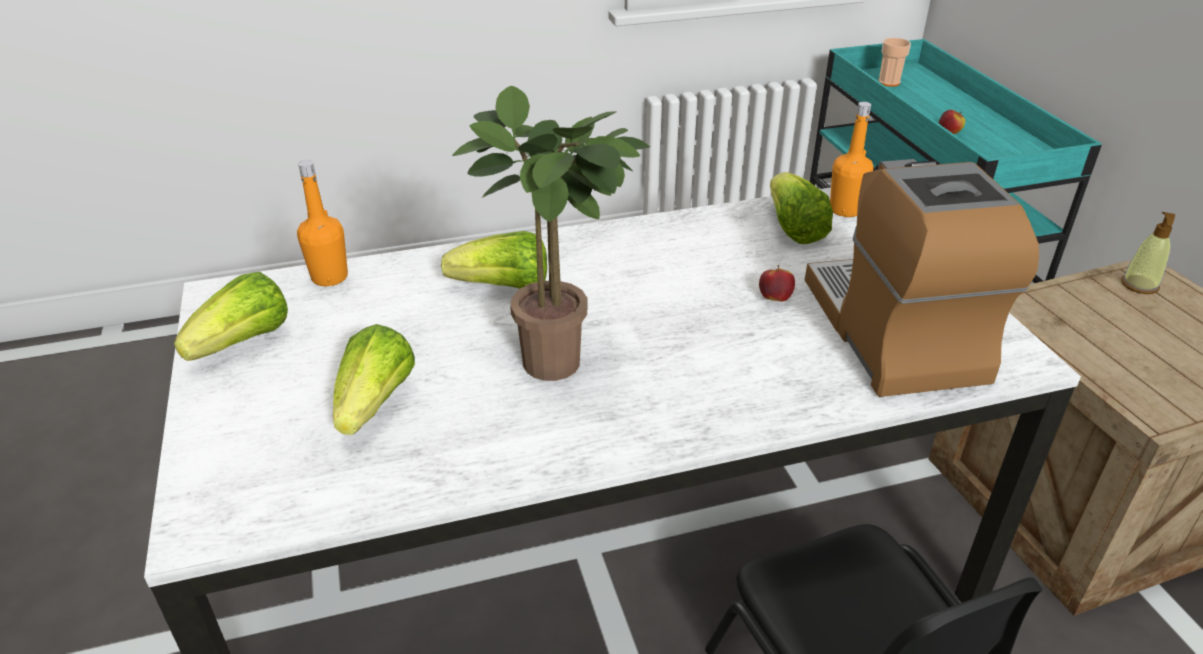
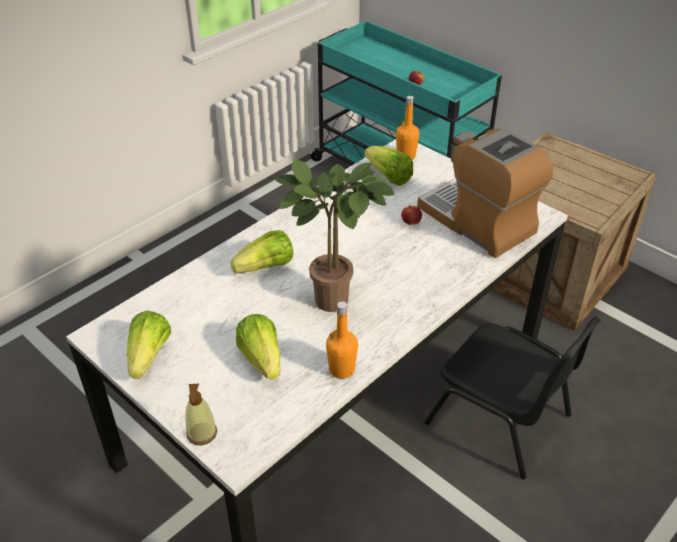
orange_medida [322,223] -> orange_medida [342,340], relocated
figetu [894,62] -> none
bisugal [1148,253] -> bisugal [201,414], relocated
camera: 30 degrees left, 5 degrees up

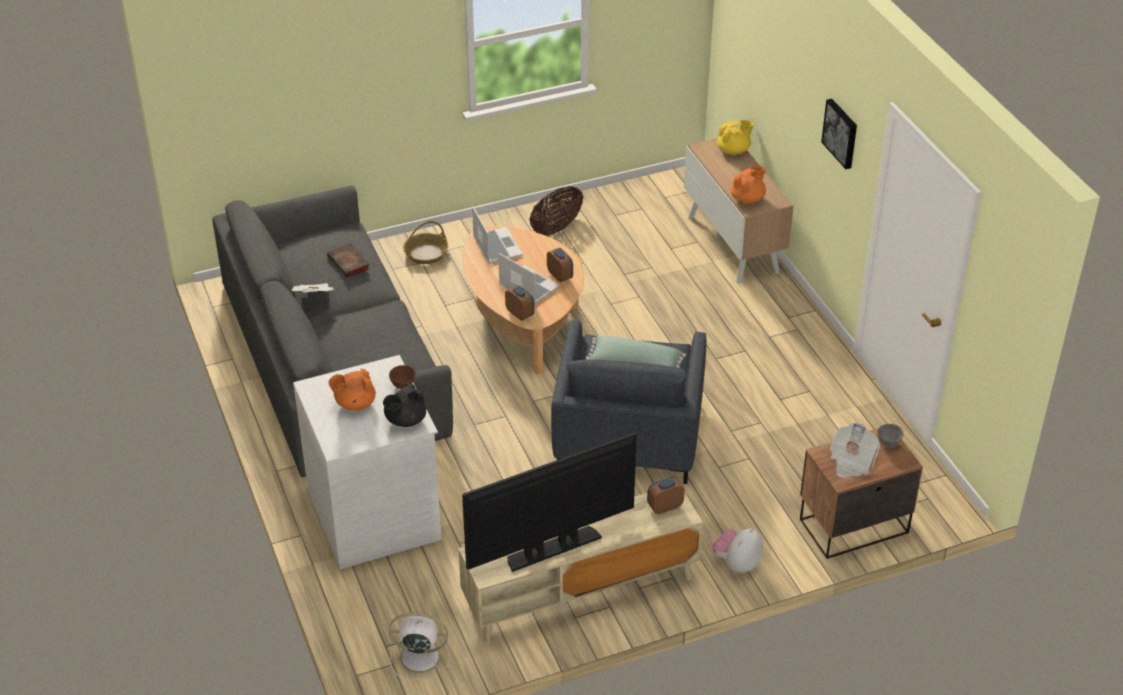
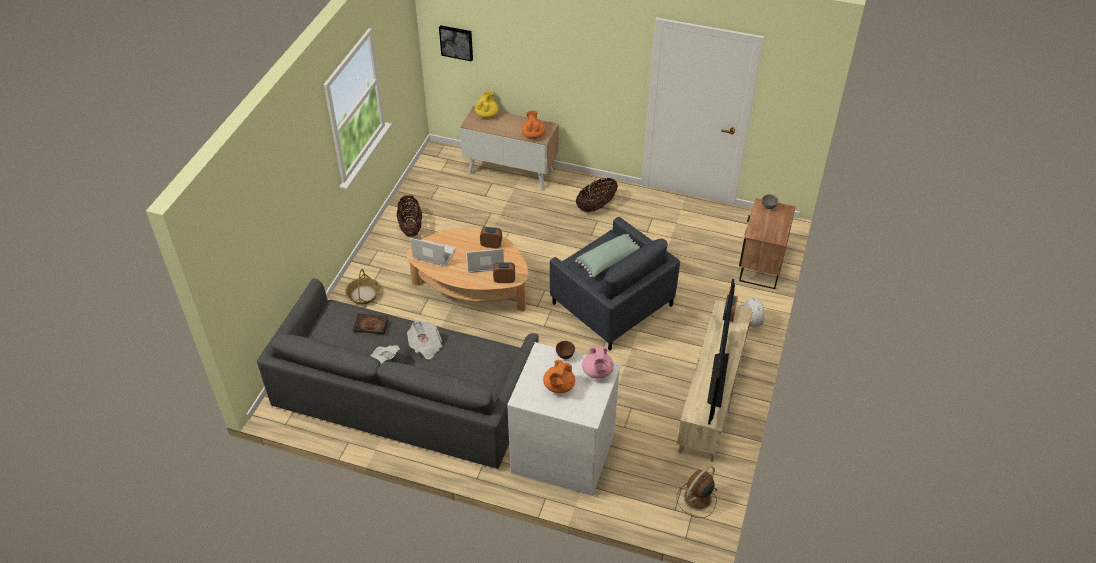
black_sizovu [404,405] -> pink_sizovu [598,362]
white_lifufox [419,646] -> brown_lifufox [697,492]
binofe [839,134] -> binofe [456,43], relocated
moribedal [854,450] -> moribedal [425,340], relocated
none -> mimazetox [597,195]
camera: 50 degrees left, 5 degrees up

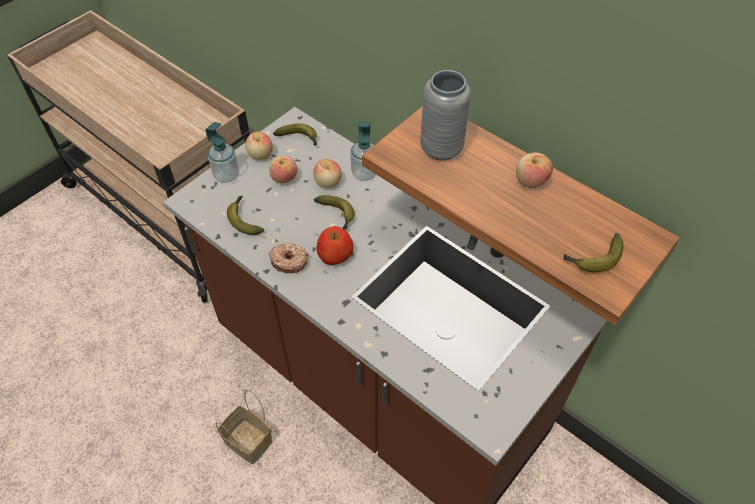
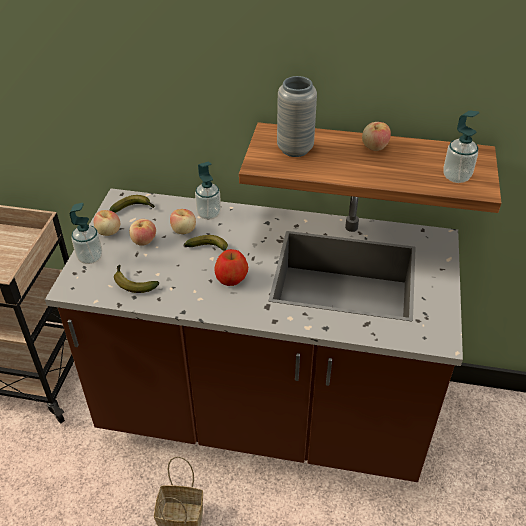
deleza [288,258] -> none
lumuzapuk [593,252] -> bisugal [461,147]
camera: 30 degrees left, 10 degrees down

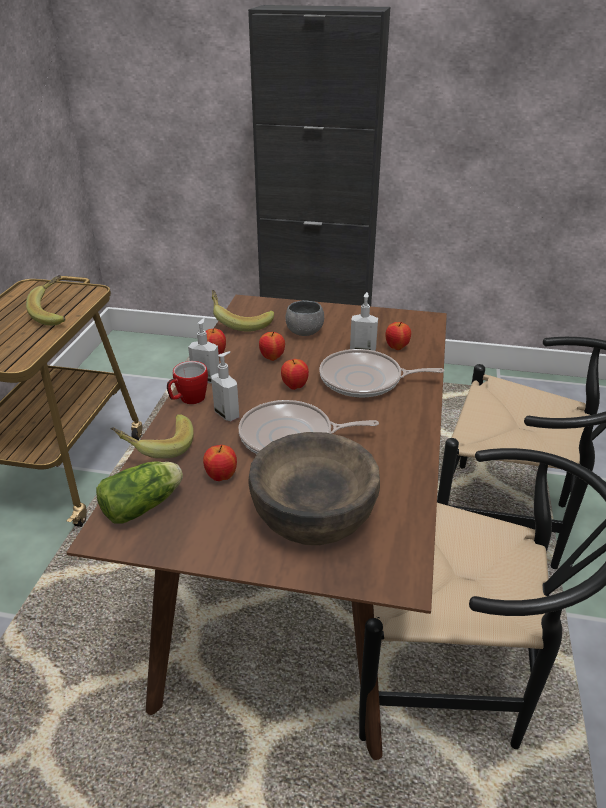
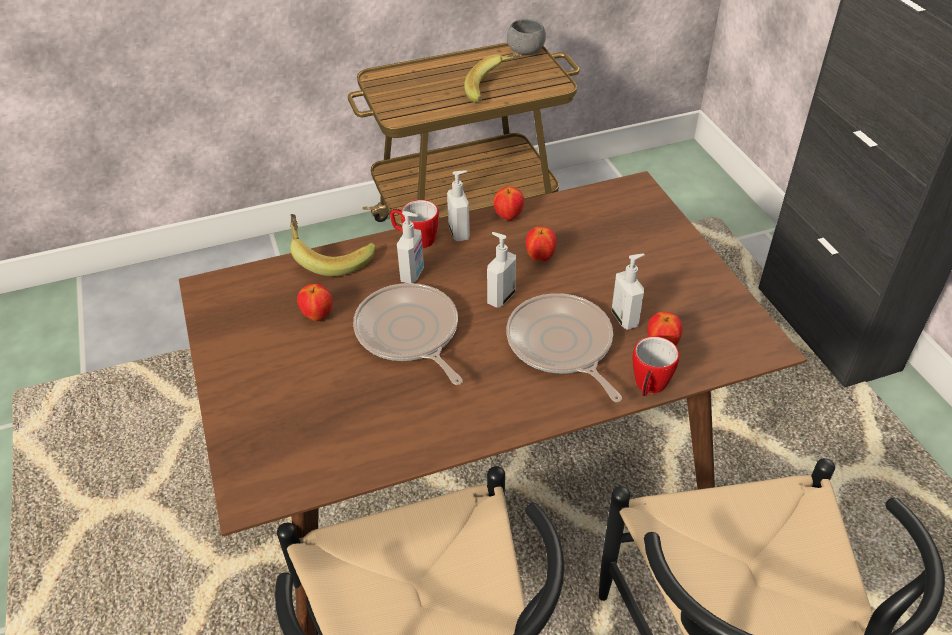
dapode [139,492] -> none
lumuzapuk [243,311] -> none
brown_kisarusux [314,488] -> none
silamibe [295,374] -> bisugal [501,270]
grey_kisarusux [304,318] -> grey_kisarusux [526,37], relocated
none -> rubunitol [656,366]
camera: 60 degrees right, 10 degrees up

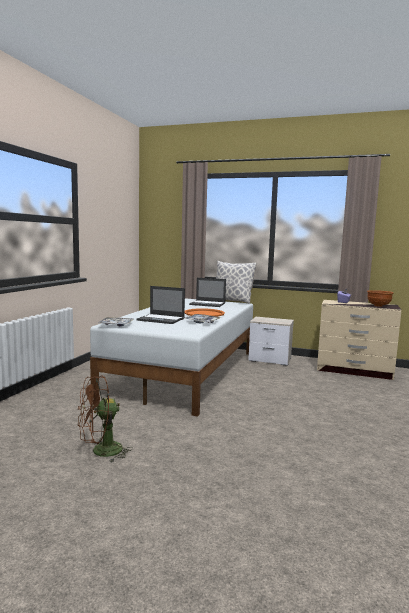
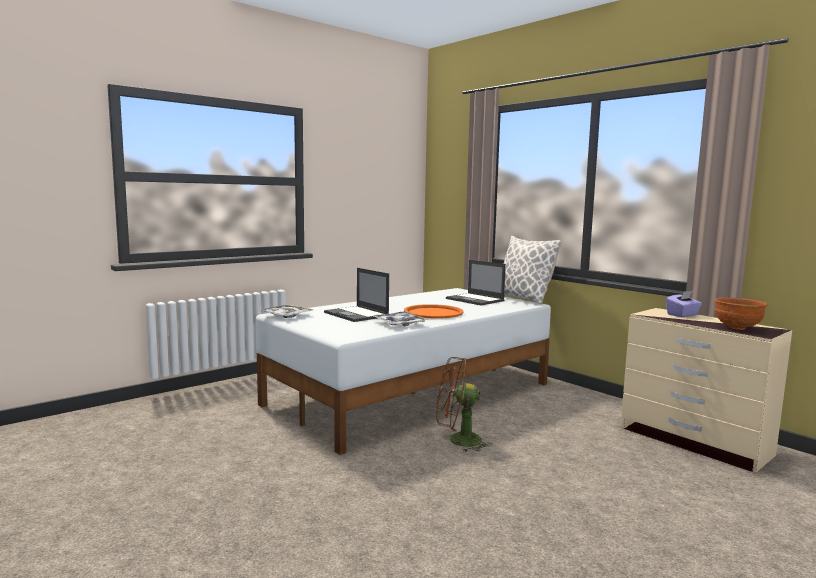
brown_lifufox [105,419] -> brown_lifufox [464,404], relocated
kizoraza [271,341] -> none
camera: 30 degrees right, 0 degrees up

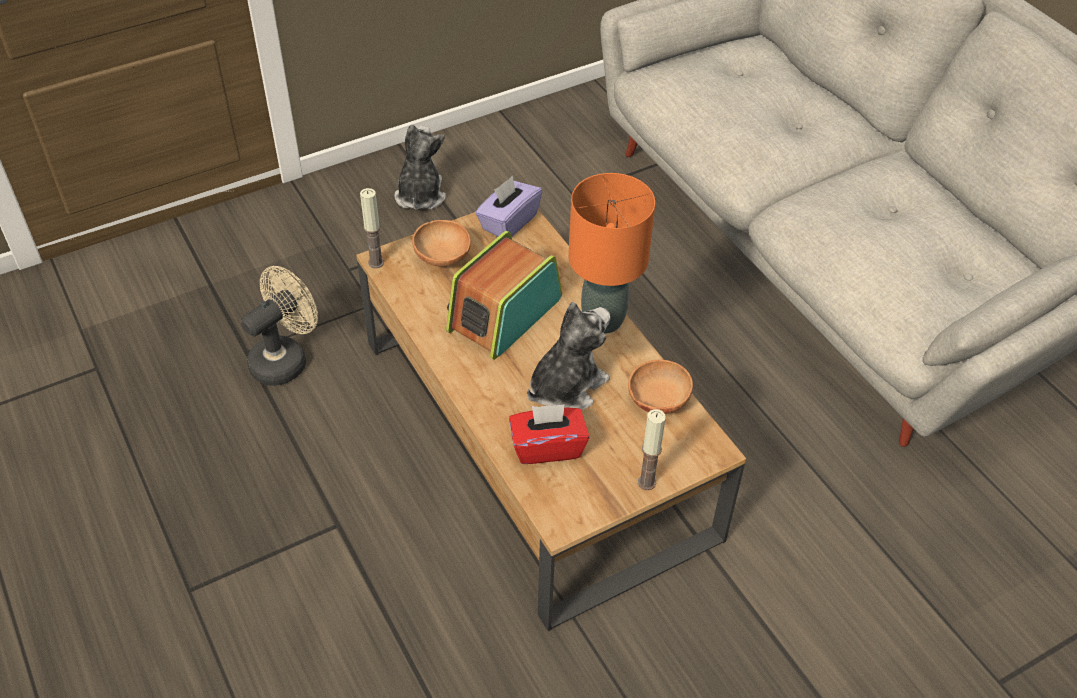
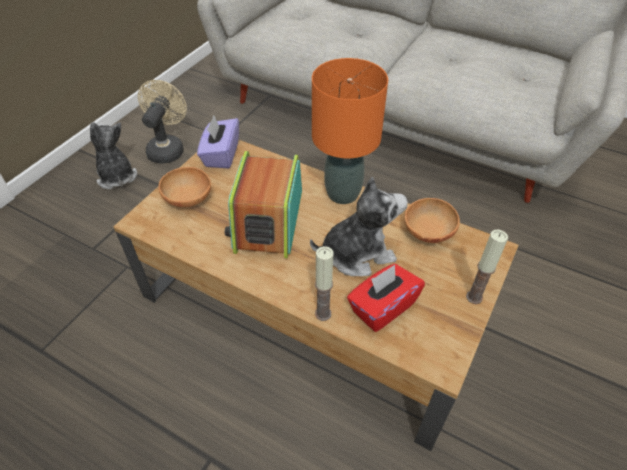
beige_lifufox [279,326] -> beige_lifufox [162,122], relocated
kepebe [372,228] -> kepebe [324,283], relocated
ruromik [568,356] -> ruromik [359,226], 60 degrees clockwise
camera: 30 degrees left, 0 degrees up

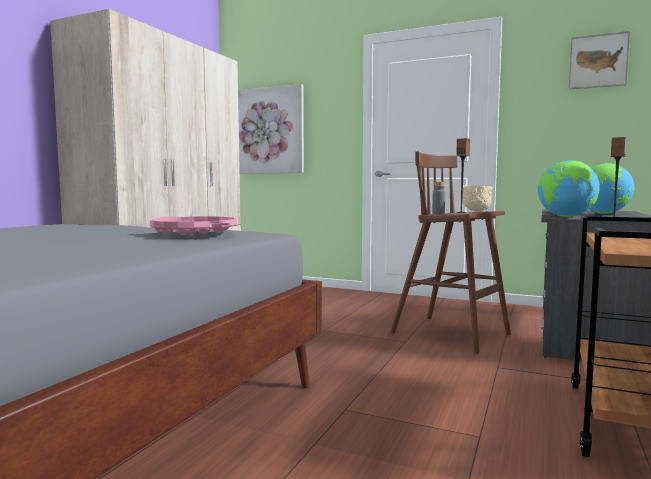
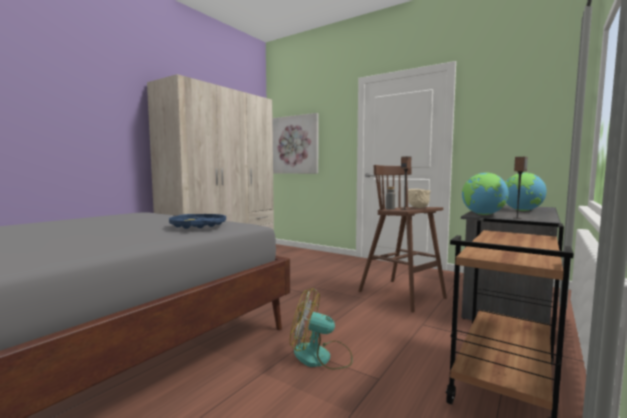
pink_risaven [193,225] -> blue_risaven [197,221]
binofe [599,60] -> none
none -> lifufox [321,329]
camera: 10 degrees right, 0 degrees up

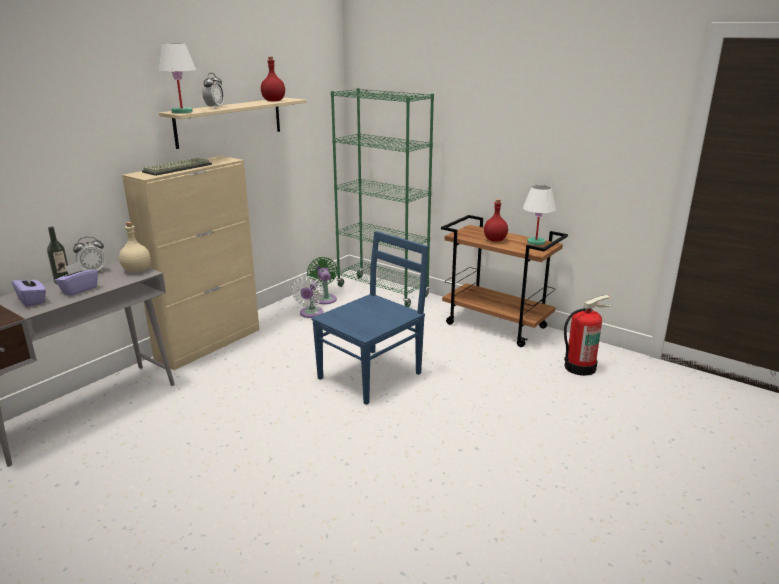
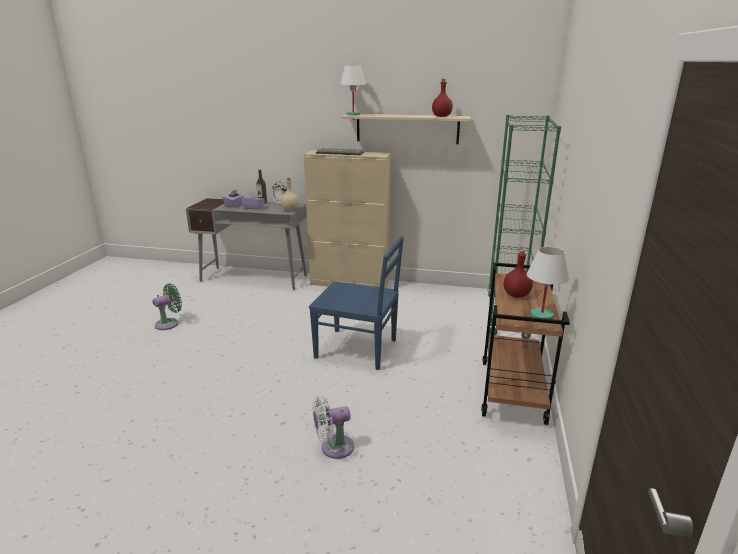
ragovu [213,90] -> none
white_lifufox [308,297] -> white_lifufox [333,427], relocated
green_lifufox [322,280] -> green_lifufox [167,306], relocated
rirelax [588,335] -> none
camera: 65 degrees right, 0 degrees up

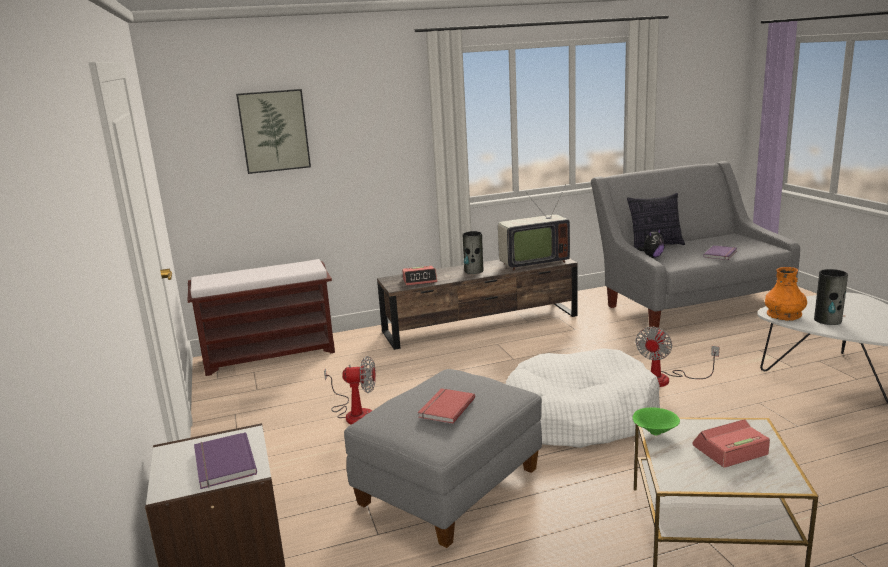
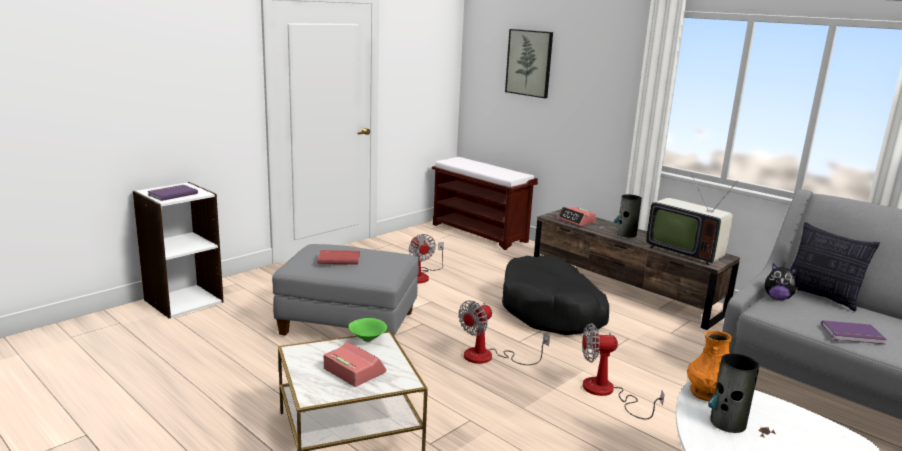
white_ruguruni [583,398] -> lifufox [504,332]
none -> black_ruguruni [555,295]
camera: 60 degrees right, 0 degrees up

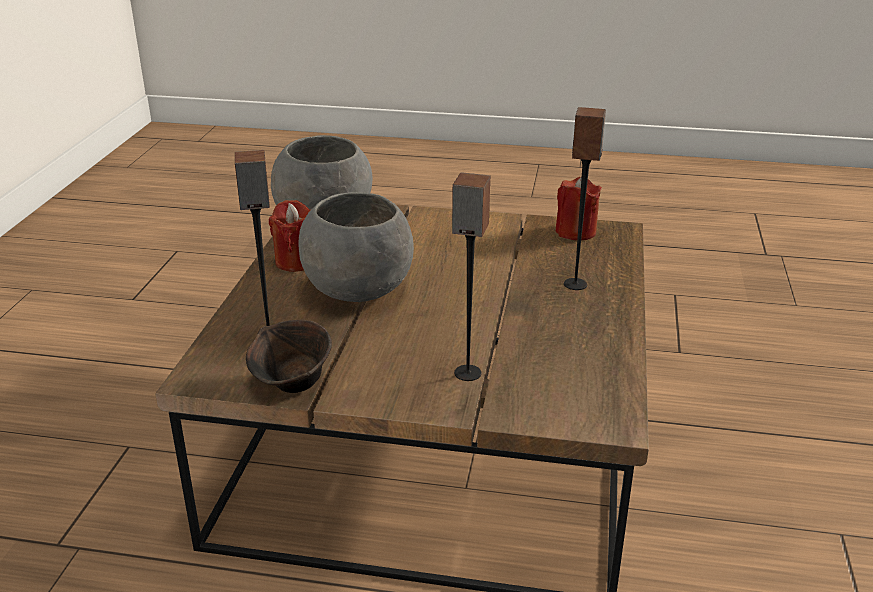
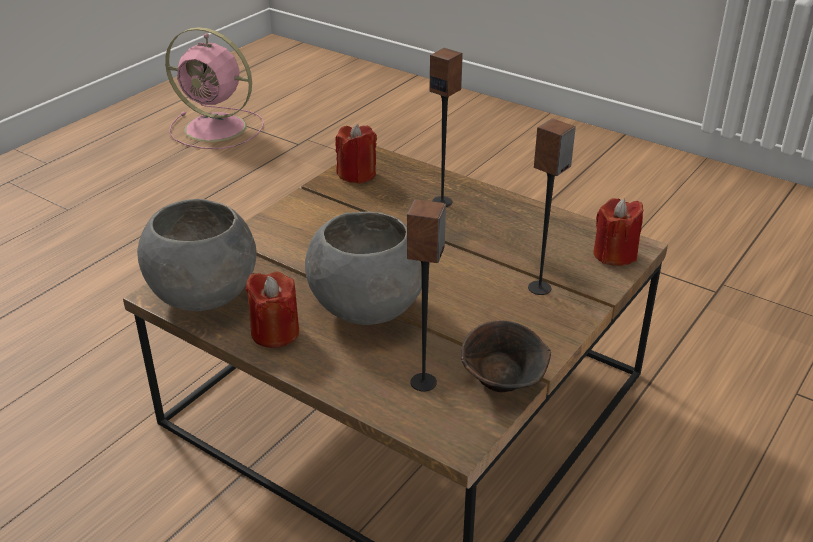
none -> pink_lifufox [214,88]
none -> red_kepebe [618,232]
camera: 65 degrees left, 5 degrees up

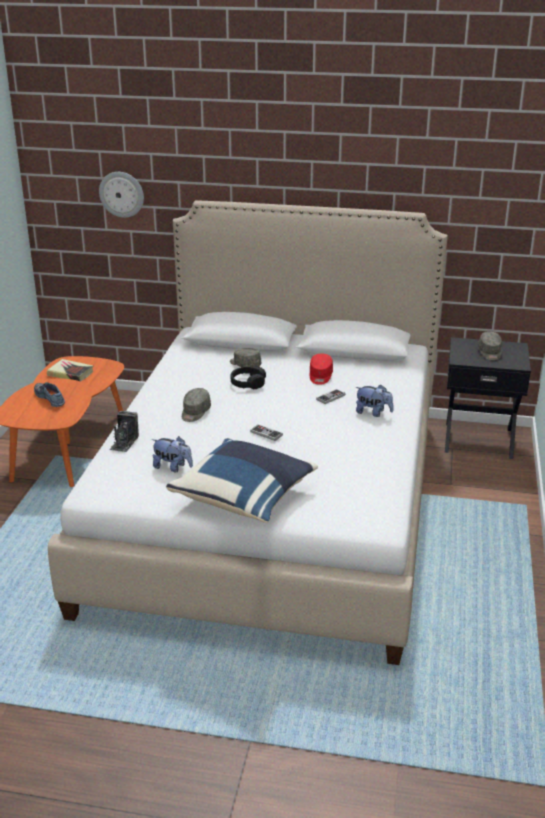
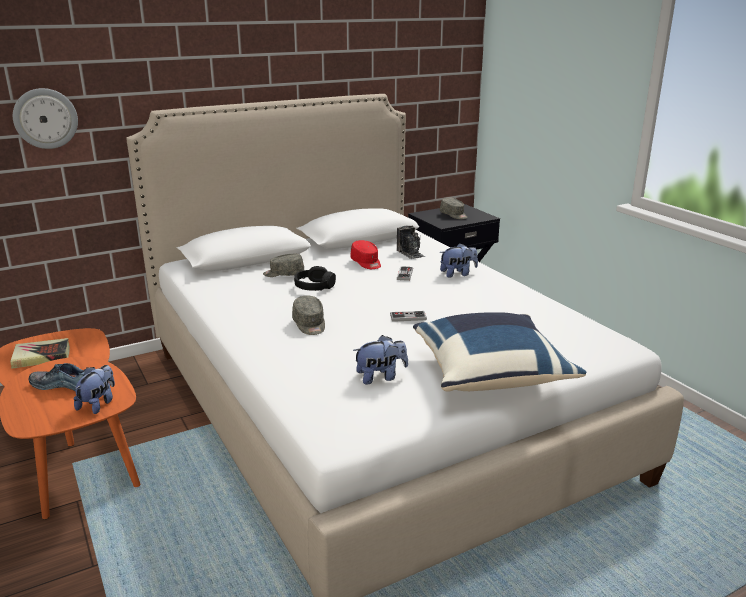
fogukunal [124,431] -> fogukunal [411,242], relocated
none -> ruromik [94,389]
camera: 40 degrees left, 5 degrees down

